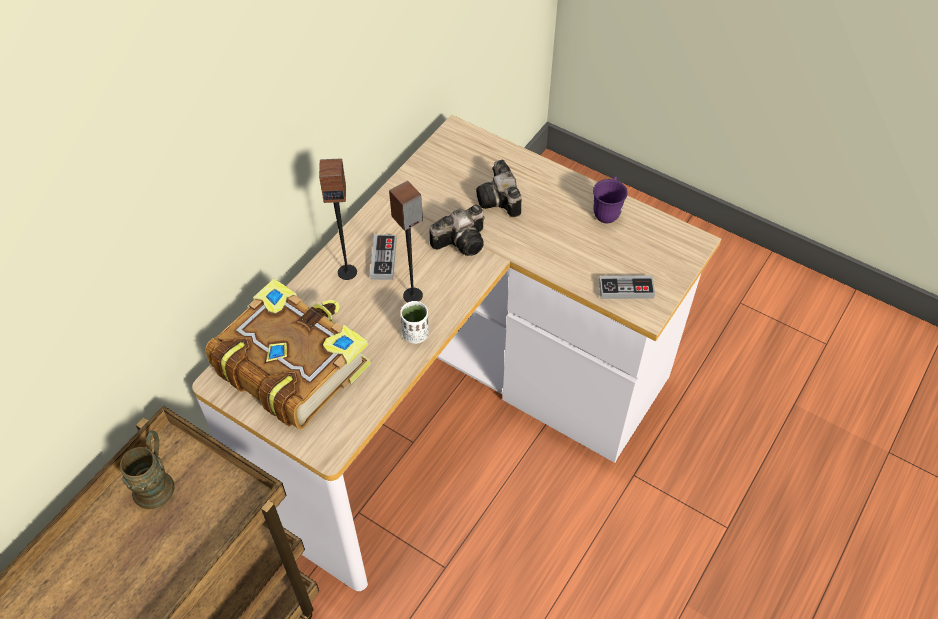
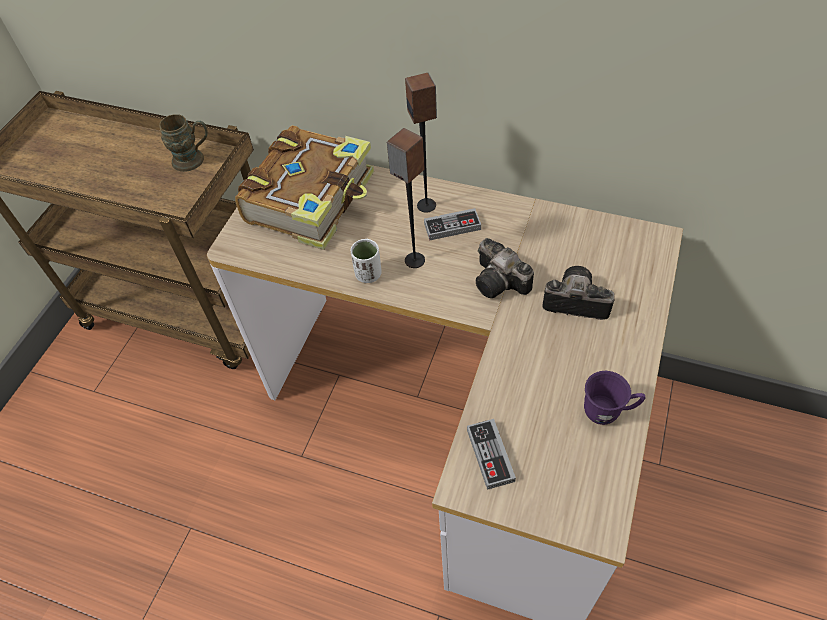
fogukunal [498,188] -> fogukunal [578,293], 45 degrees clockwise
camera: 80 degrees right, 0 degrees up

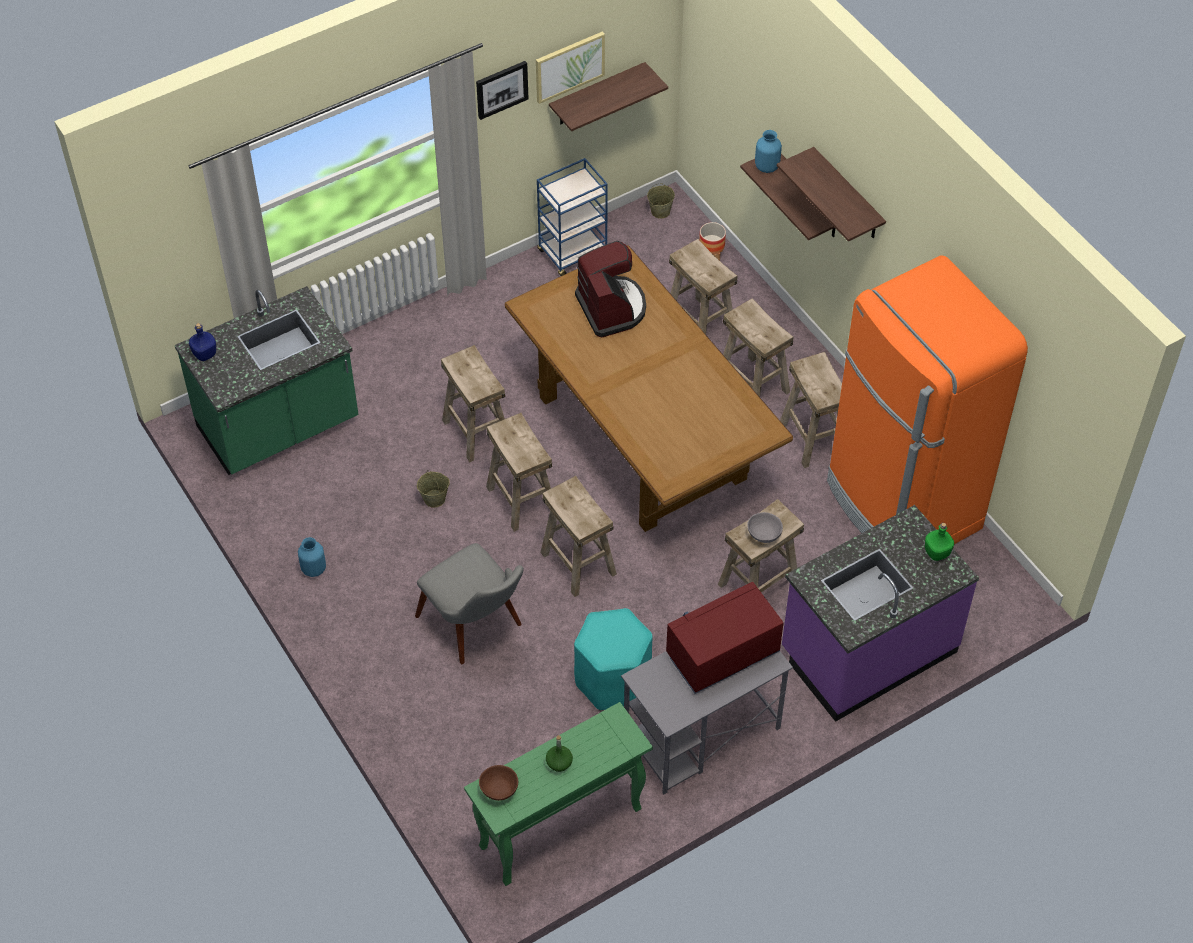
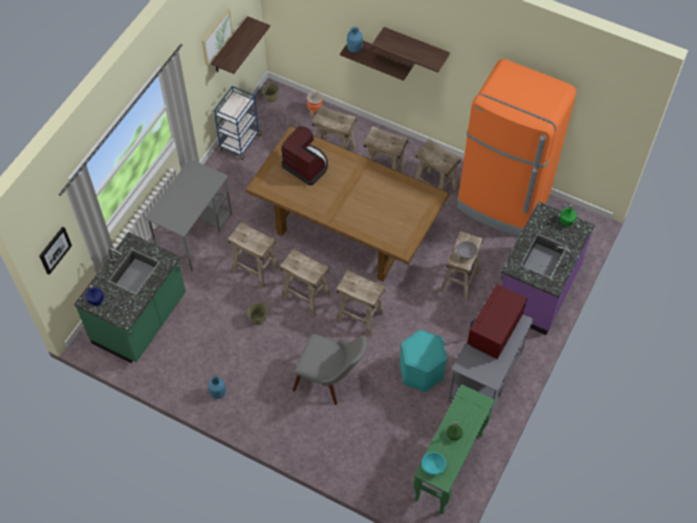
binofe [502,90] -> binofe [55,250], relocated
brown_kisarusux [498,783] -> turquoise_kisarusux [434,463]
none -> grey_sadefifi [188,215]
camera: 30 degrees left, 5 degrees up

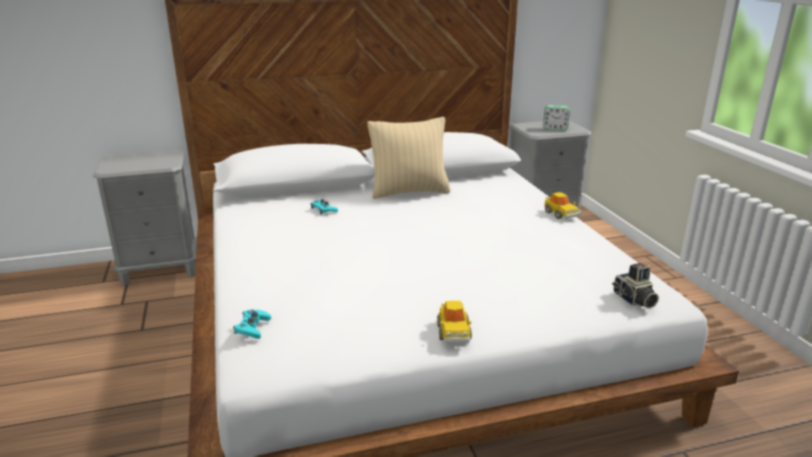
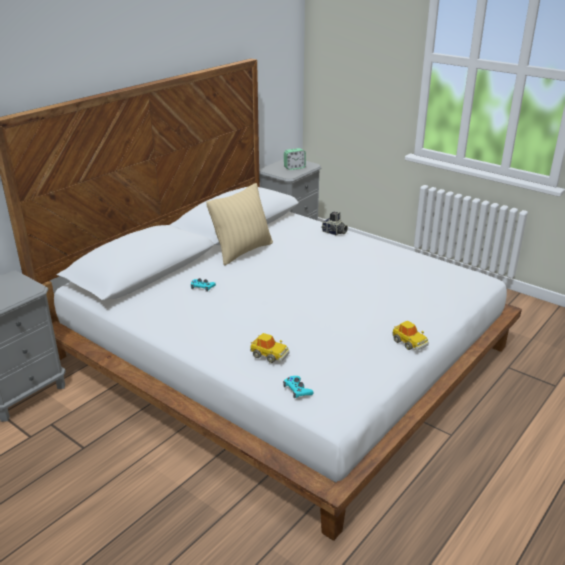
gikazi [562,205] -> gikazi [270,348], relocated
fogukunal [635,286] -> fogukunal [334,223], relocated
camera: 35 degrees left, 5 degrees up

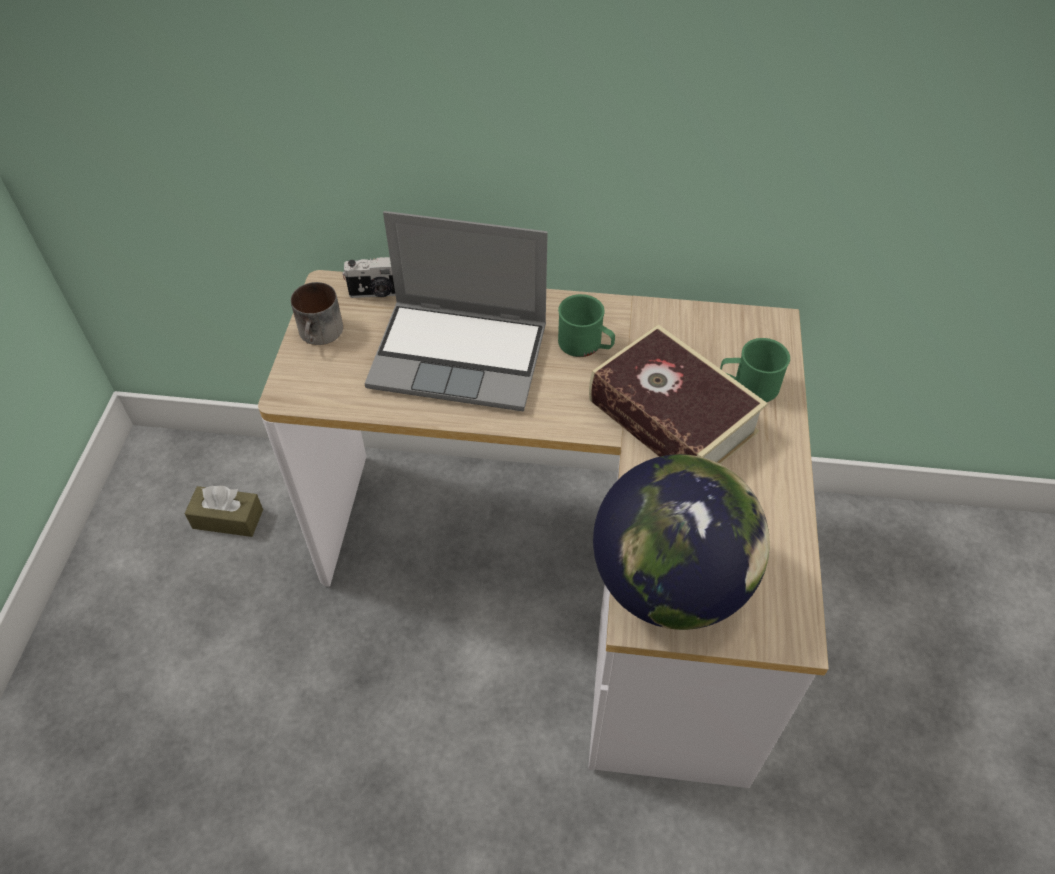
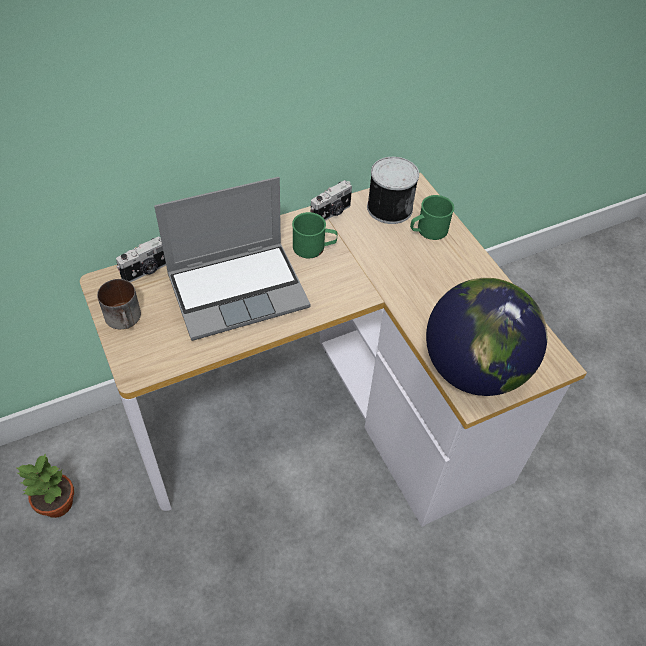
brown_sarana [223,511] -> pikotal [44,485]
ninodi [678,394] -> none
none -> fogukunal [331,200]
none -> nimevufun [393,190]
camera: 35 degrees left, 0 degrees up

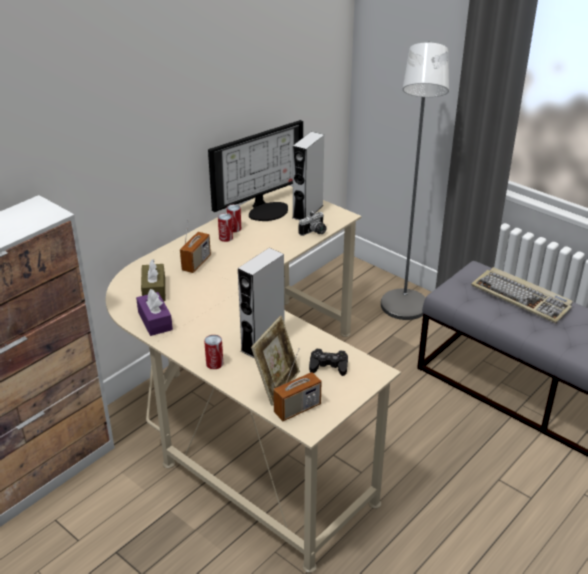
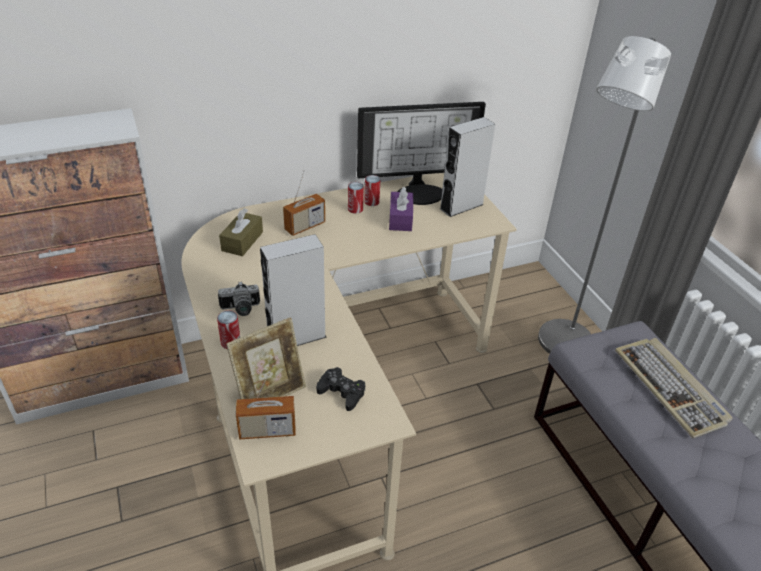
purple_sarana [154,312] -> purple_sarana [401,208], relocated
fogukunal [313,223] -> fogukunal [239,298], relocated
camera: 25 degrees right, 5 degrees up

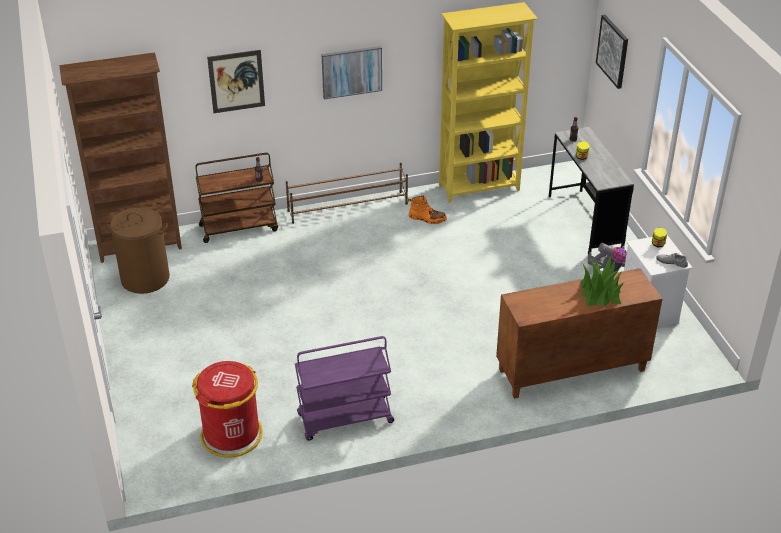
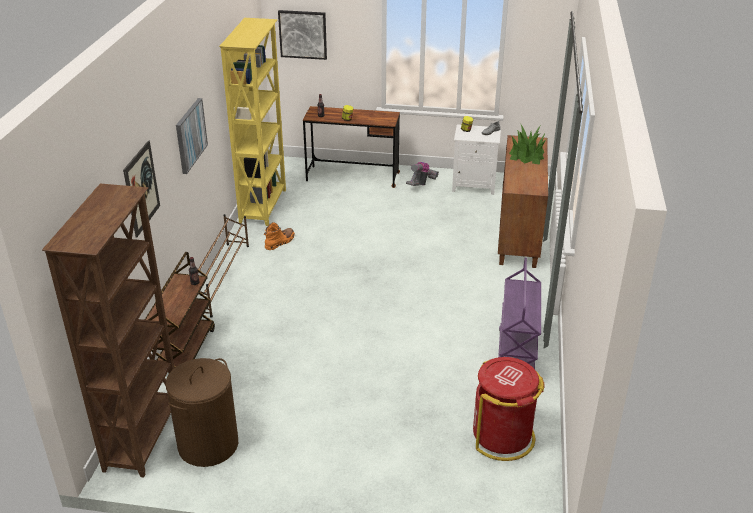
grey_sadefifi [591,191] -> brown_sadefifi [351,147]
camera: 65 degrees left, 5 degrees down

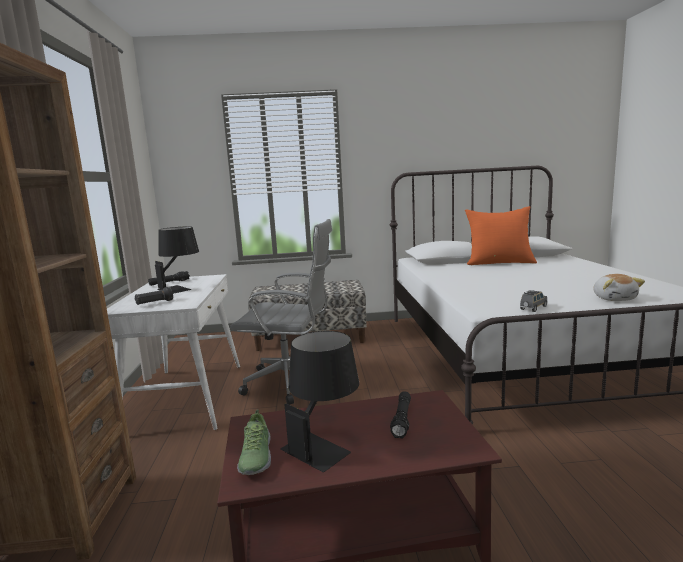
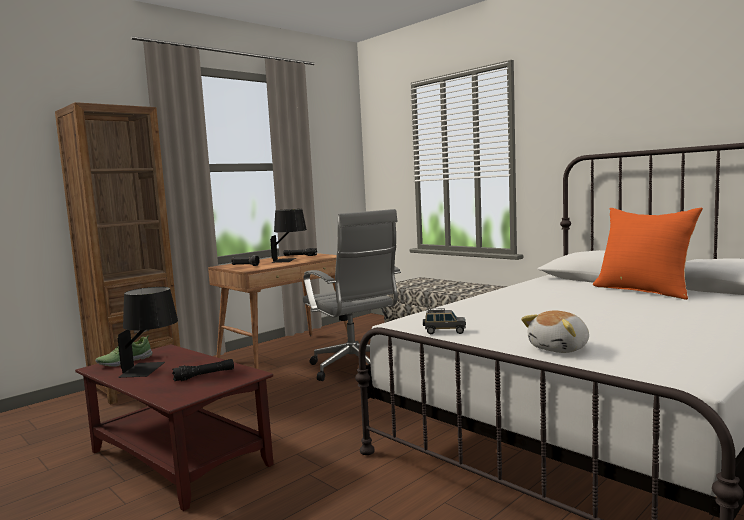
white_sadefifi [173,352] -> brown_sadefifi [278,311]
camera: 50 degrees right, 5 degrees down

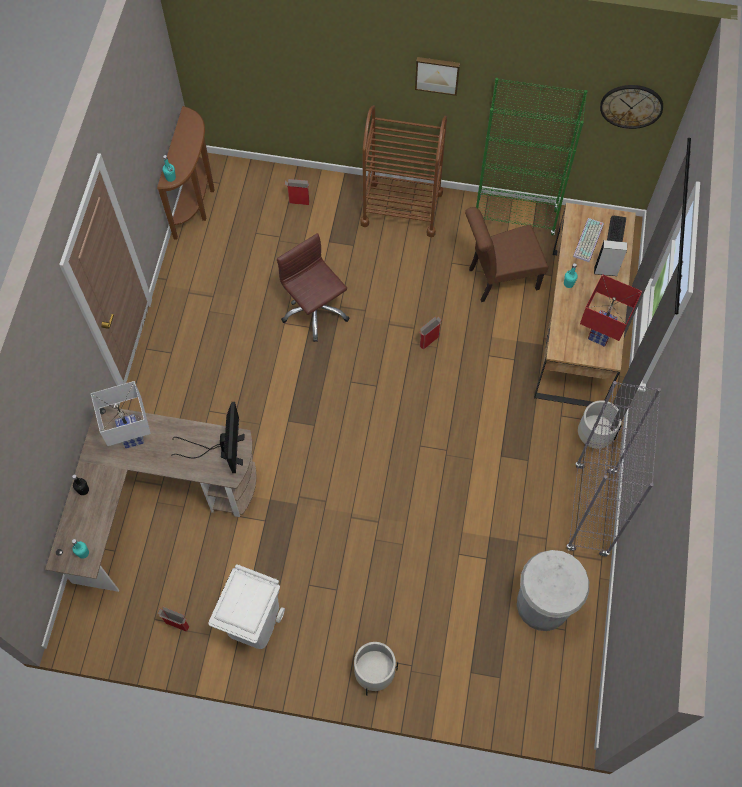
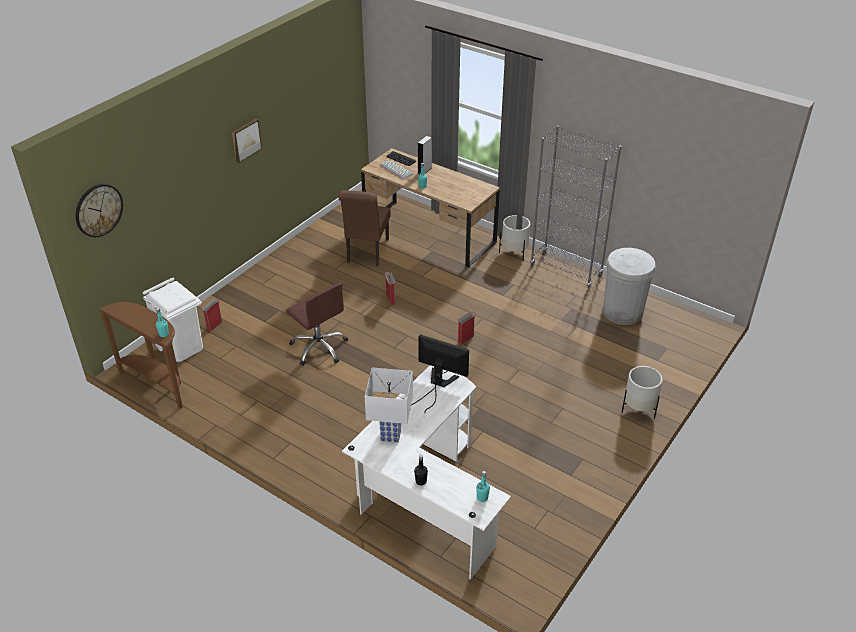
brown_sadefifi [150,499] -> white_sadefifi [426,472]
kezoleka [174,619] -> kezoleka [467,328], relocated
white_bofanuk [246,606] -> white_bofanuk [173,320], relocated
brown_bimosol [313,287] -> brown_bimosol [317,324], 120 degrees counterclockwise
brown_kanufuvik [403,171] -> none
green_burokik [532,157] -> none
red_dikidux [611,310] -> none
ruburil [631,107] -> ruburil [99,210], relocated
camera: 65 degrees left, 25 degrees down

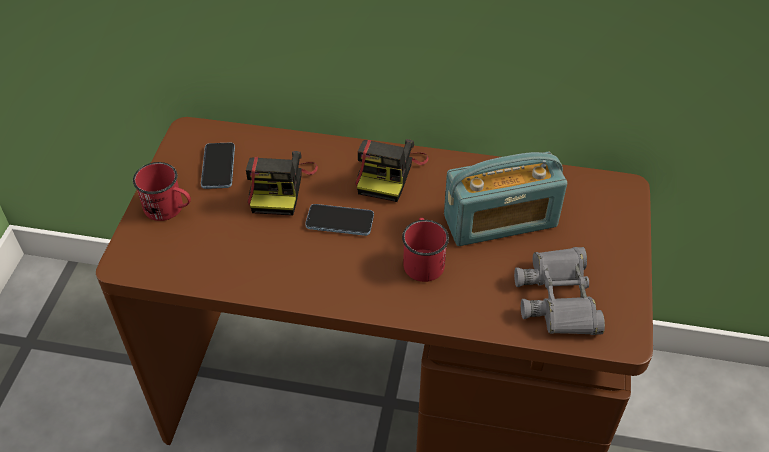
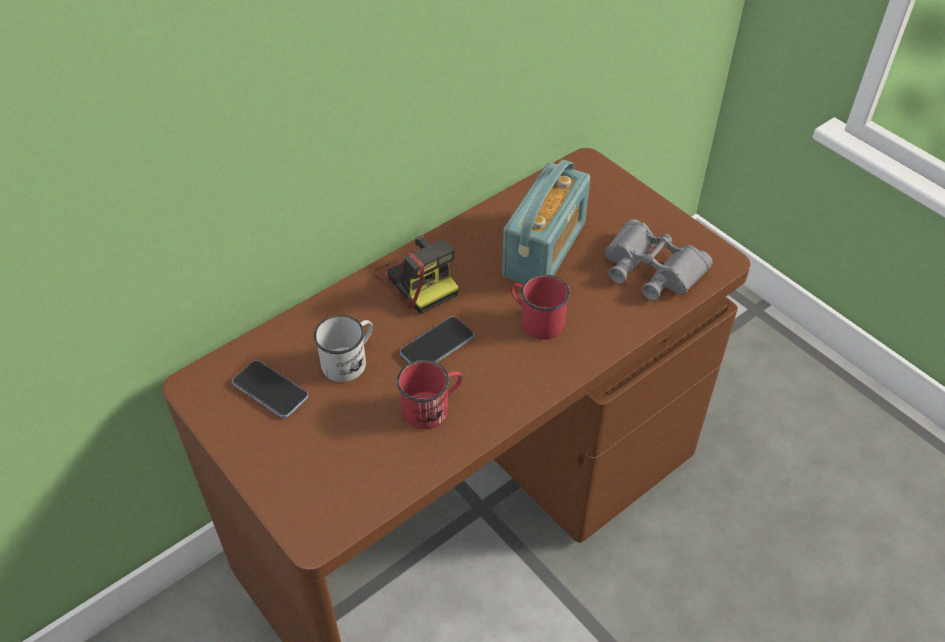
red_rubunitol [162,191] -> red_rubunitol [429,394], relocated
fogukunal [282,183] -> white_rubunitol [343,348]
camera: 50 degrees left, 0 degrees up

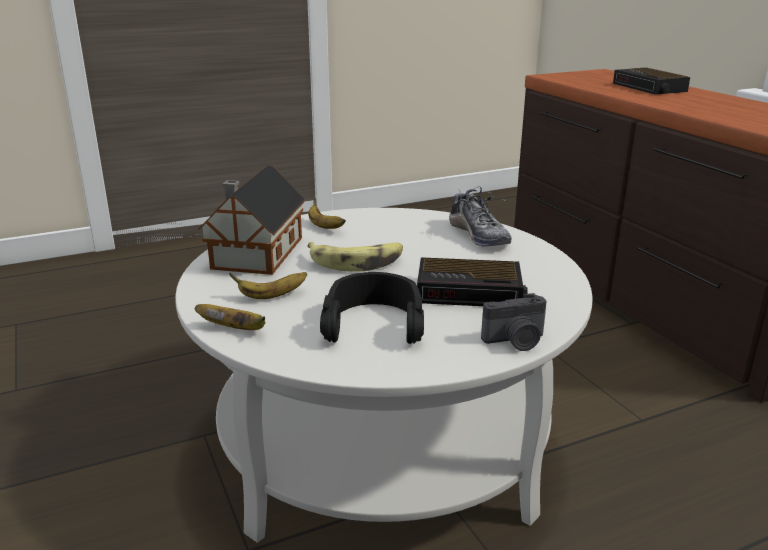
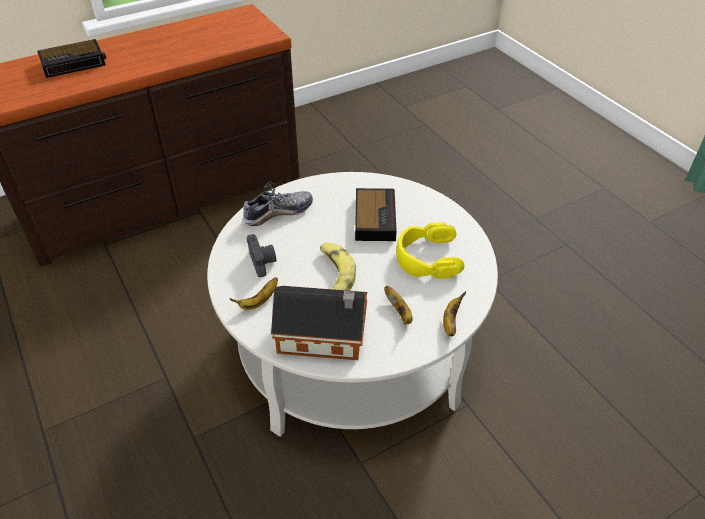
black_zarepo [372,308] -> yellow_zarepo [430,250]
fogukunal [514,322] -> fogukunal [261,255], relocated
camera: 95 degrees left, 20 degrees up

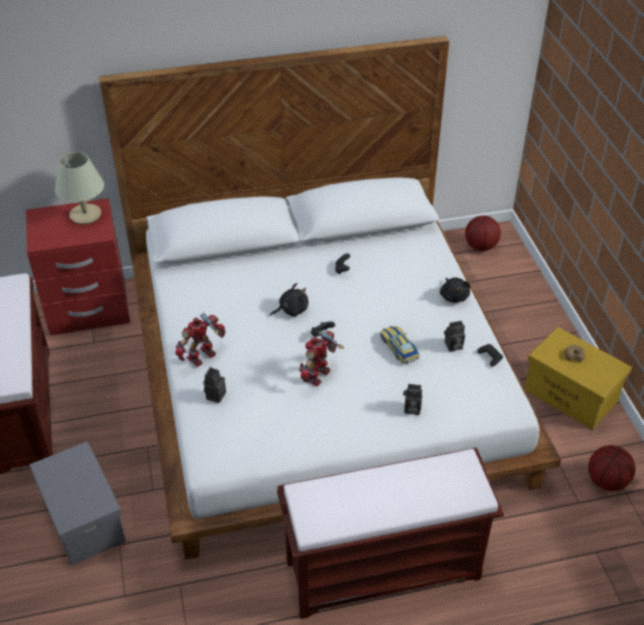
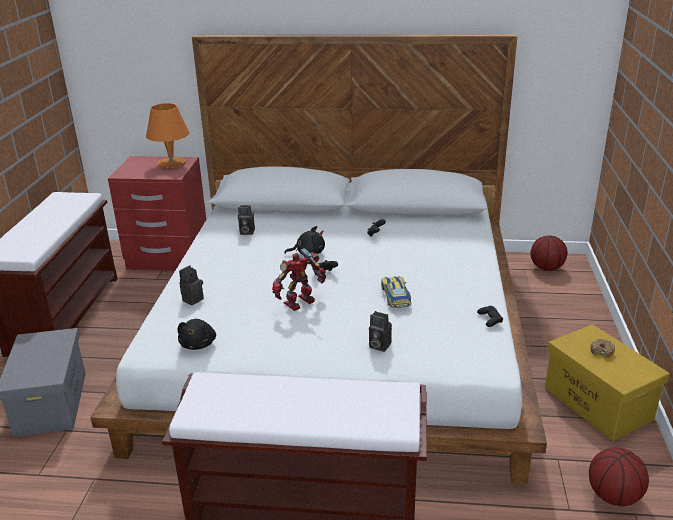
beige_dikidux [79,188] -> orange_dikidux [167,136]
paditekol [201,340] -> none
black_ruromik [455,290] -> black_ruromik [196,334], relocated
fogukunal [454,336] -> fogukunal [246,220], relocated
camera: 20 degrees right, 15 degrees down

